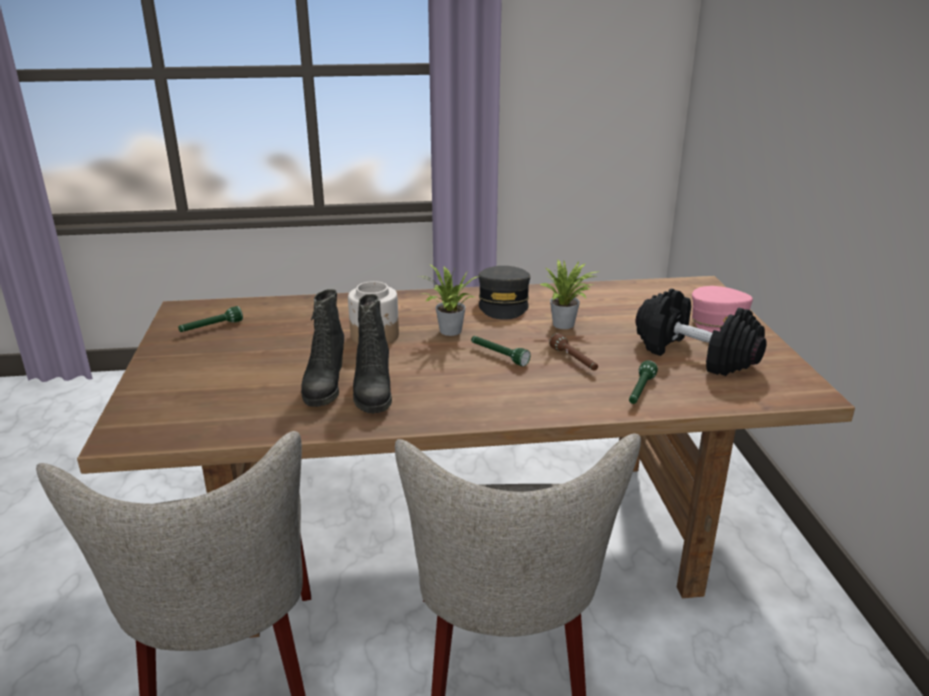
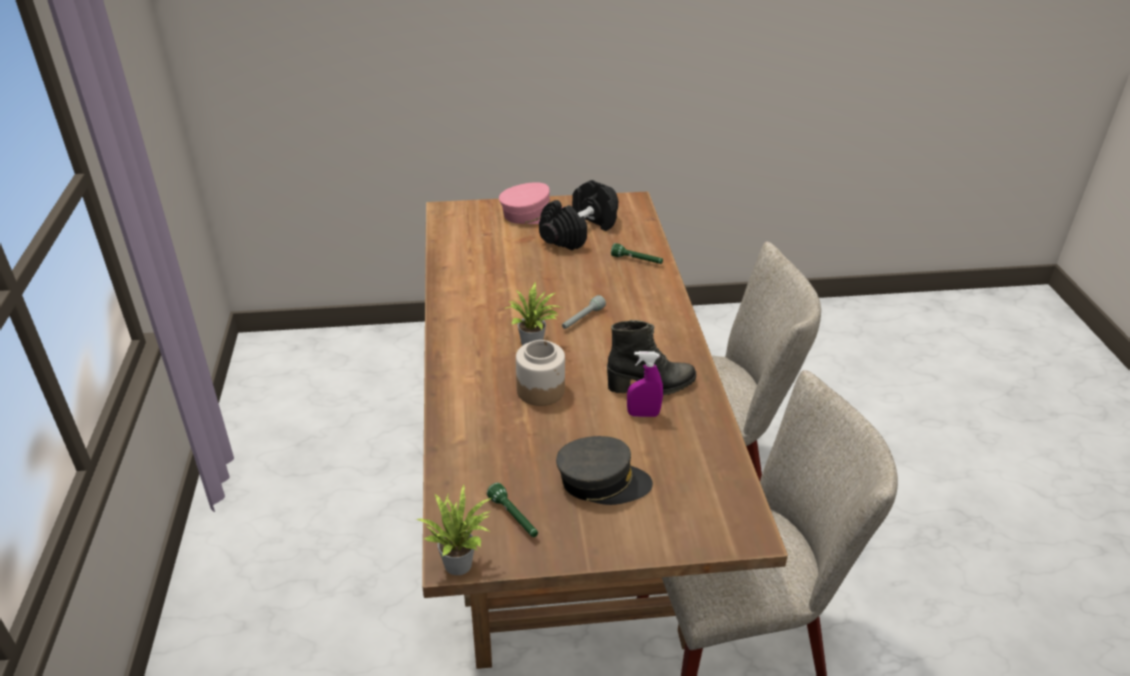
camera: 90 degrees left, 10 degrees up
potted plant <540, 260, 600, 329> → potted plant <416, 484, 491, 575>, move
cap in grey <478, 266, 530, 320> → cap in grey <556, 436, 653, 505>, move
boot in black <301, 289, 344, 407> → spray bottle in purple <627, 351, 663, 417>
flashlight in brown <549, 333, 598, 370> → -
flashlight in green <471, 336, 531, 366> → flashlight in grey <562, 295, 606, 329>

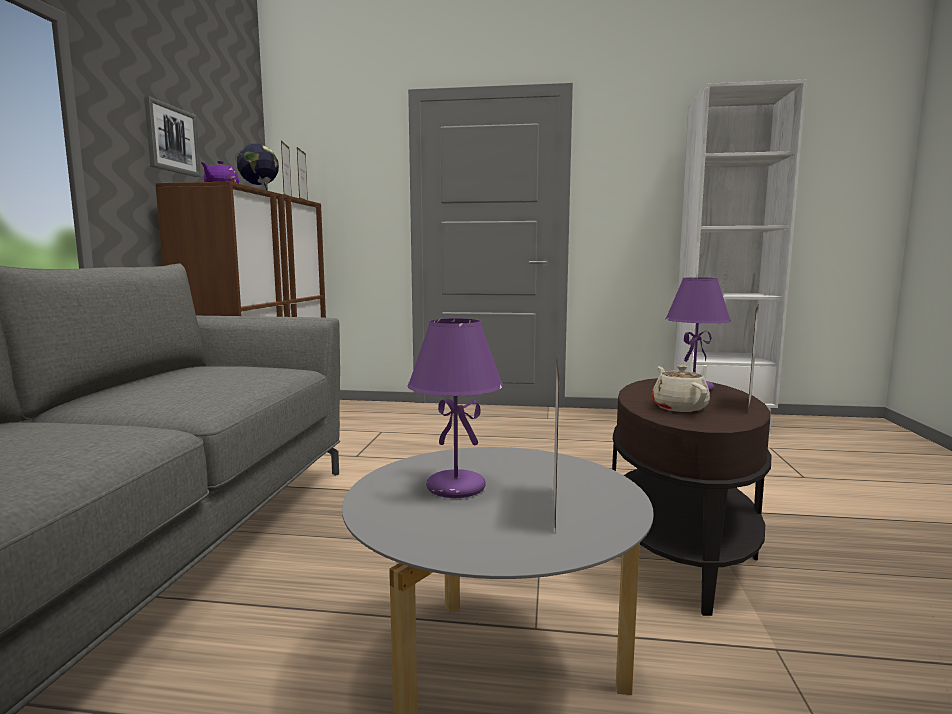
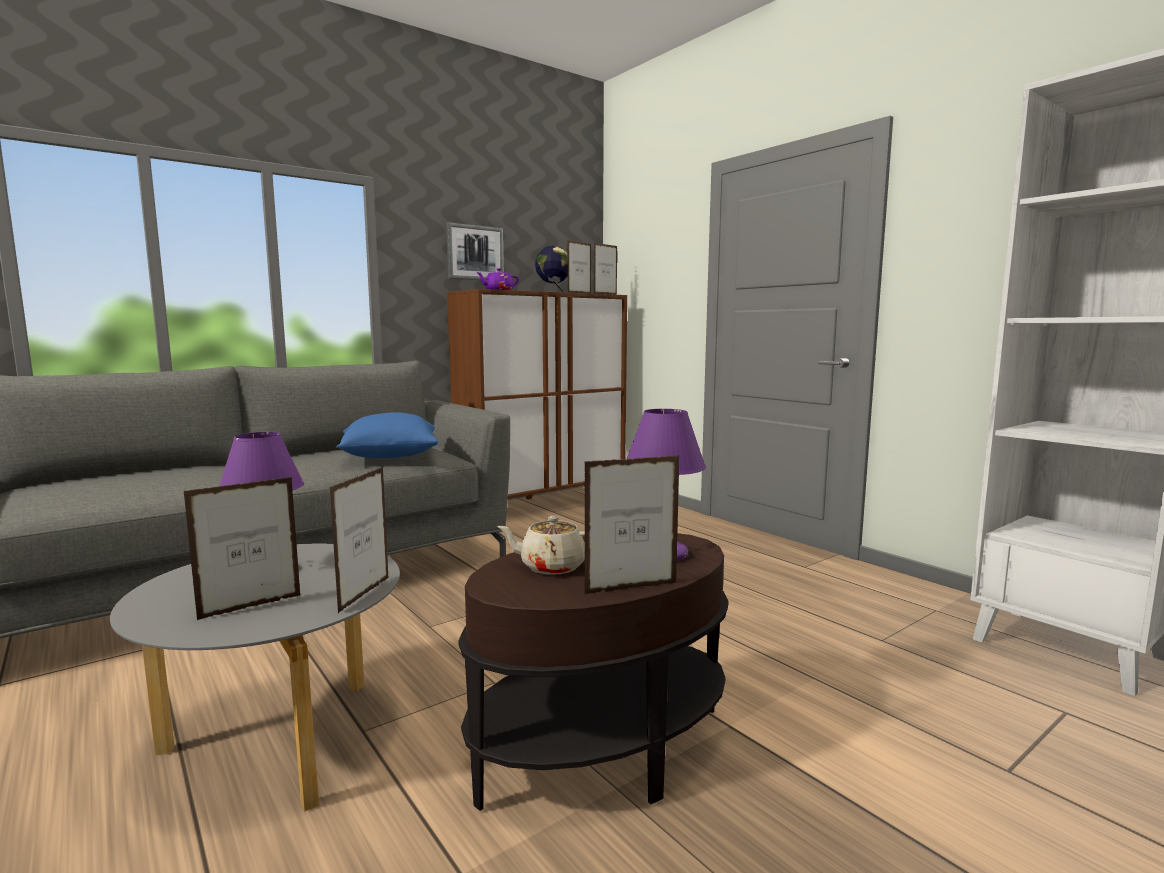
camera: 45 degrees right, 0 degrees up
teapot in beige <652, 365, 710, 412> → teapot in beige <497, 516, 585, 575>, 120 degrees counterclockwise
- → pillow in blue <336, 412, 438, 458>
- → picture frame <330, 467, 389, 613>

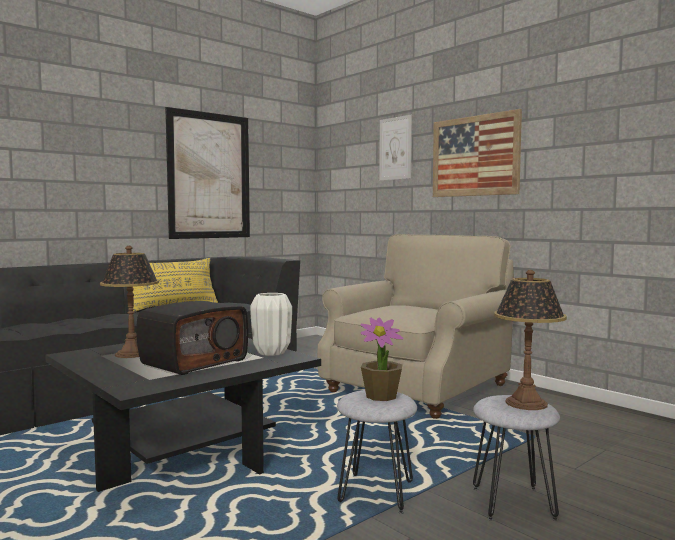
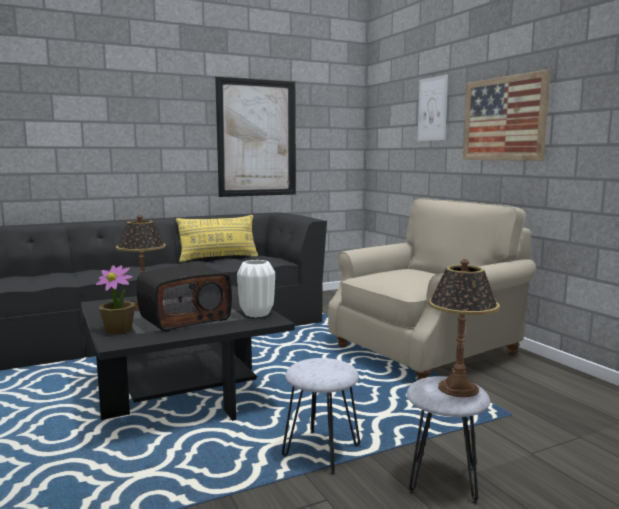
camera: 15 degrees right, 5 degrees up
potted plant <360, 317, 403, 401> → potted plant <96, 265, 135, 334>, move

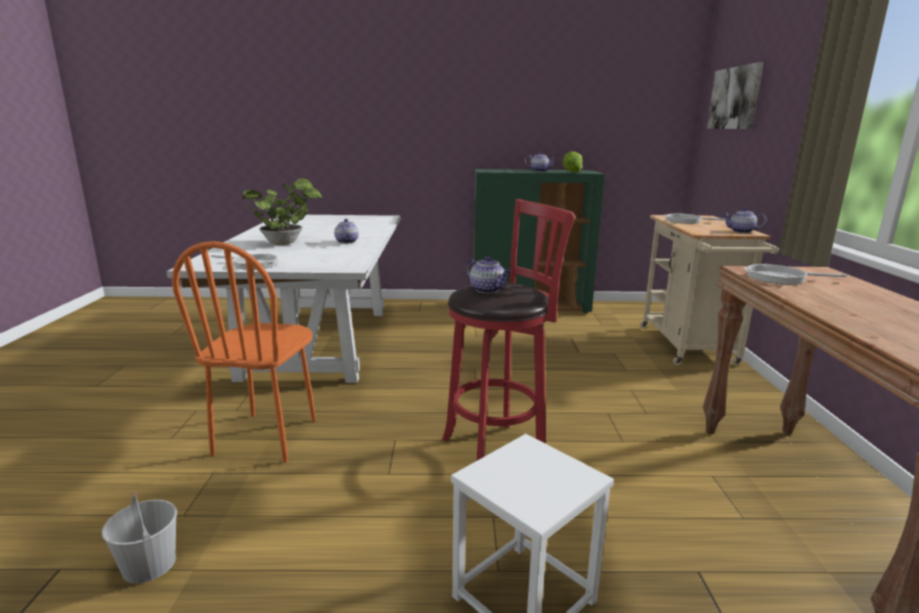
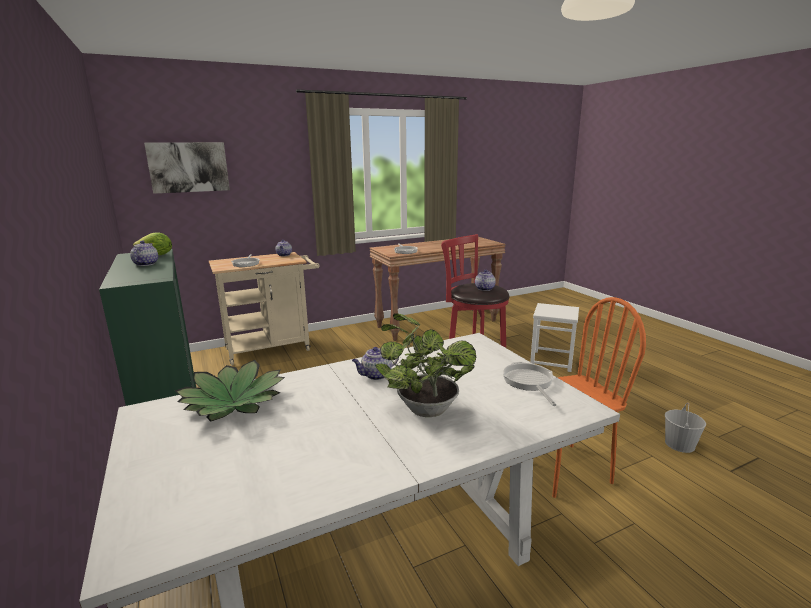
camera: 115 degrees left, 0 degrees up
- → potted plant <175, 360, 285, 422>

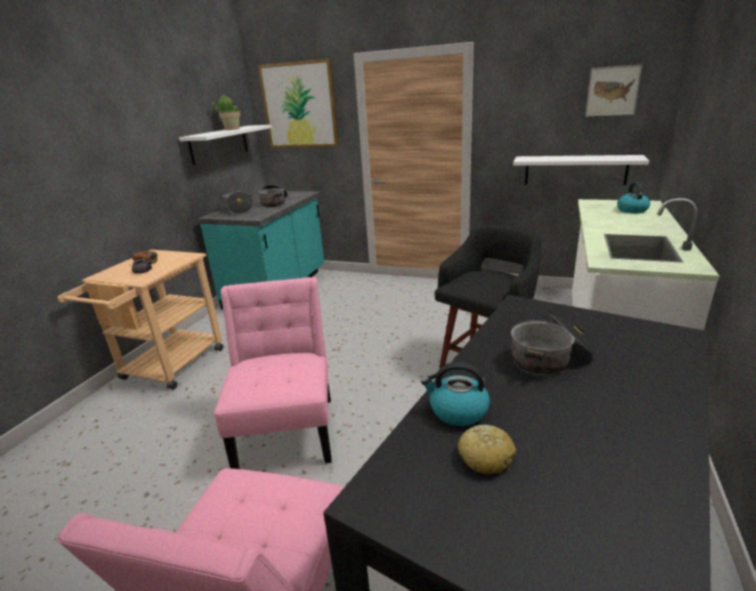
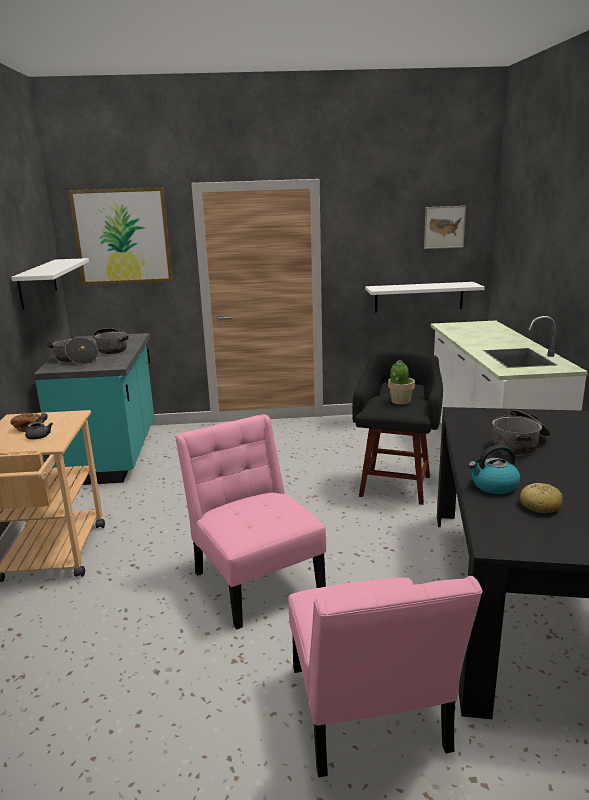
camera: 25 degrees left, 5 degrees down
potted plant <212, 94, 240, 130> → potted plant <388, 360, 415, 405>, move
kettle <617, 182, 650, 213> → -

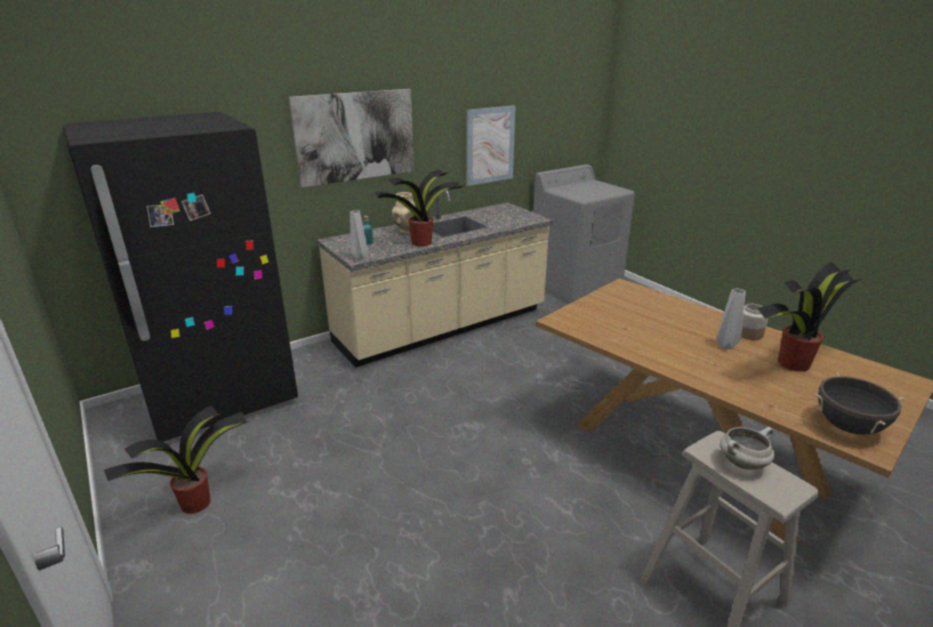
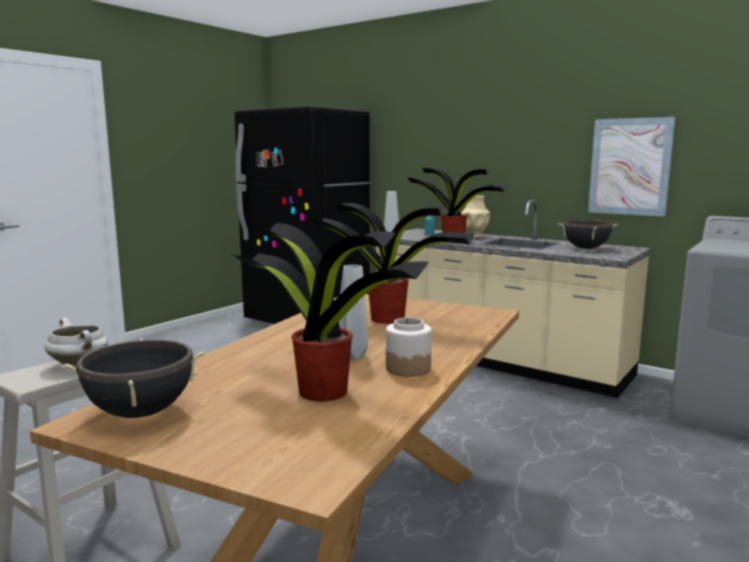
camera: 70 degrees right, 15 degrees down
picture <289, 89, 414, 188> → -
potted plant <104, 405, 250, 514> → potted plant <311, 203, 475, 324>, move
- → cooking pot in black <558, 220, 618, 249>

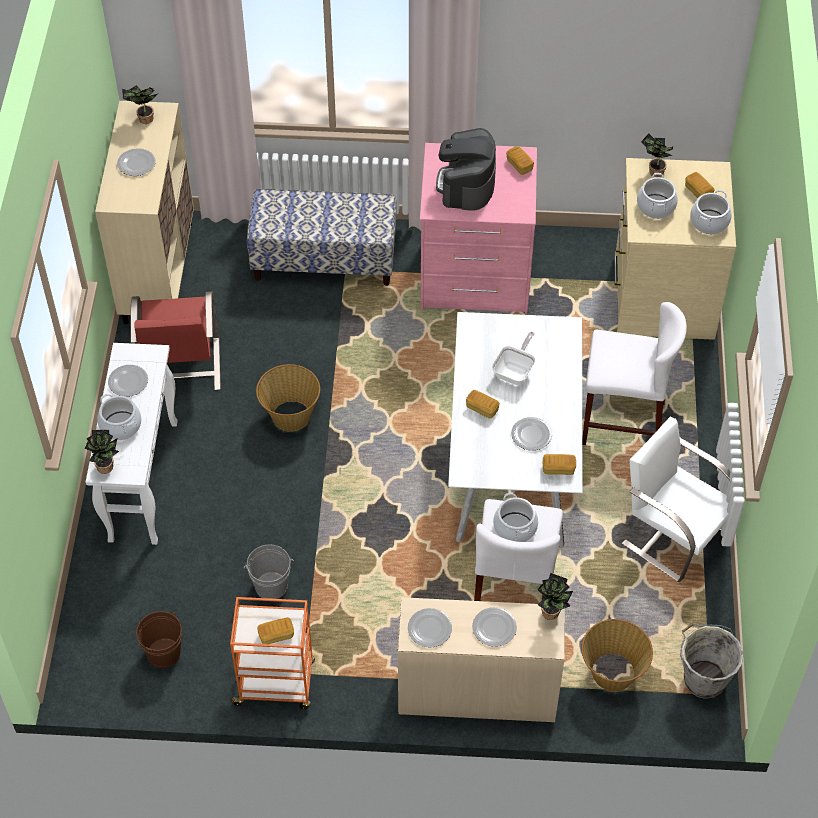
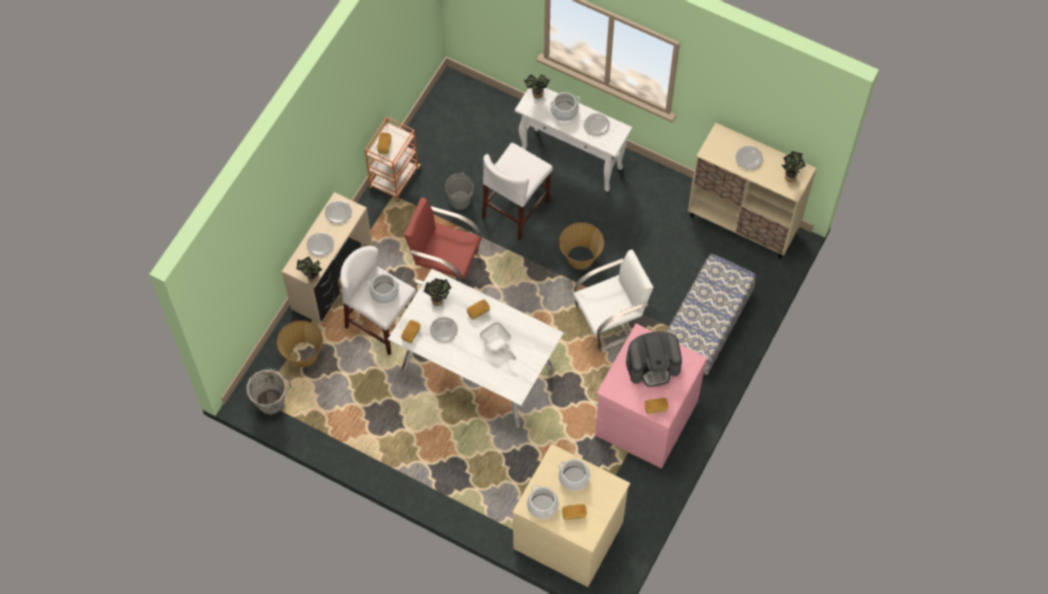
camera: 115 degrees right, 10 degrees up
coffee machine <436, 128, 496, 211> → coffee machine <626, 331, 682, 387>, 135 degrees clockwise
potted plant <641, 133, 673, 177> → potted plant <424, 278, 452, 306>, move
chair in red <131, 291, 221, 390> → chair in red <404, 197, 482, 285>, move
stool in white <582, 302, 687, 445> → stool in white <482, 143, 553, 240>, move
chair in white <622, 417, 731, 582> → chair in white <573, 249, 653, 351>, move
bucket in brown <136, 611, 182, 668> → -

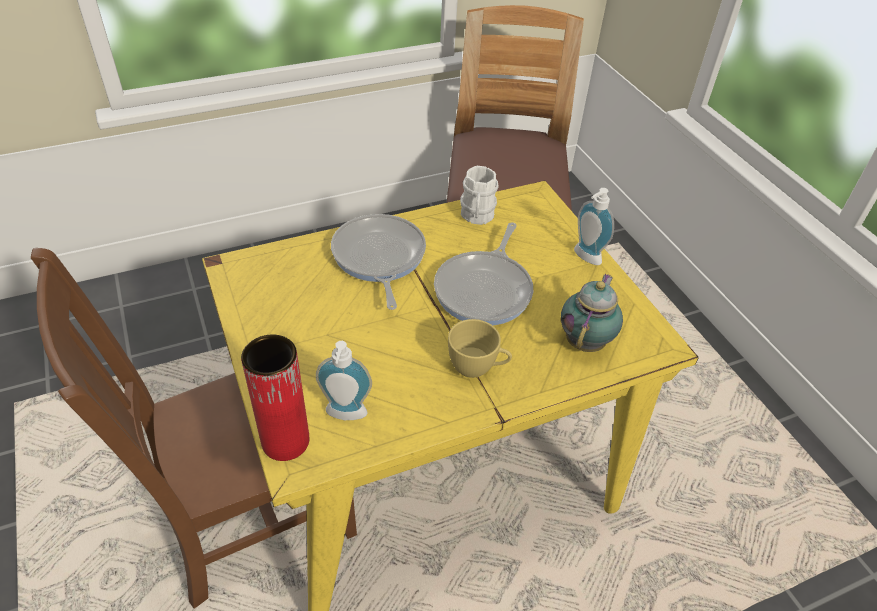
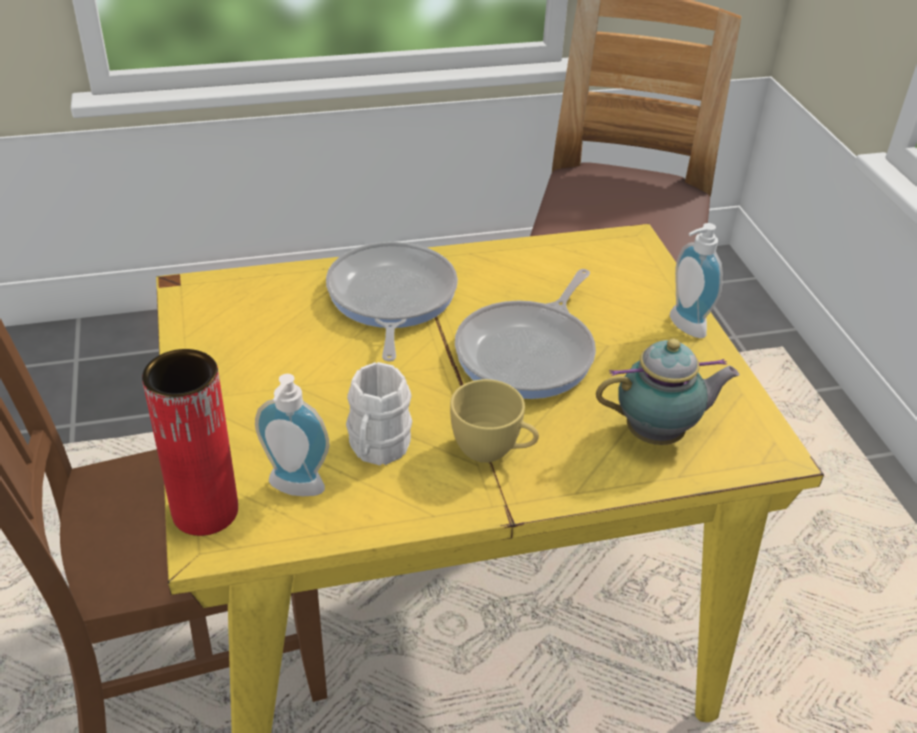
camera: 10 degrees right, 5 degrees down
mug in white <460, 166, 499, 225> → mug in white <346, 362, 412, 465>, move
teapot <561, 273, 623, 352> → teapot <596, 338, 740, 445>, 45 degrees clockwise

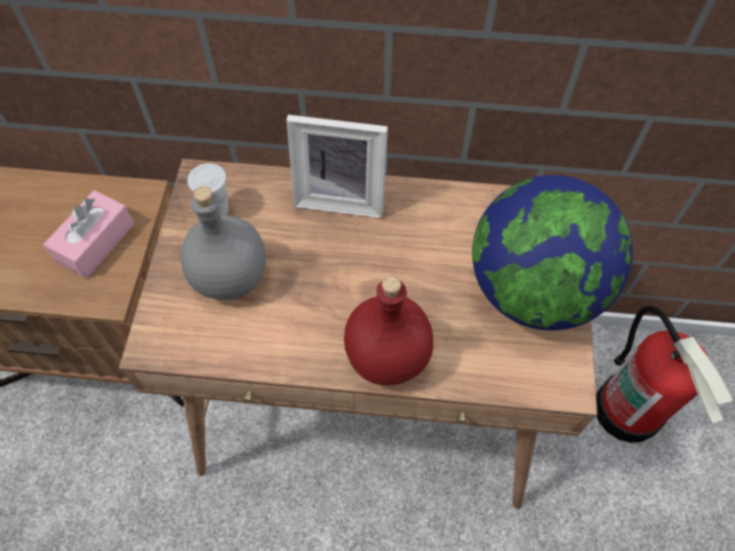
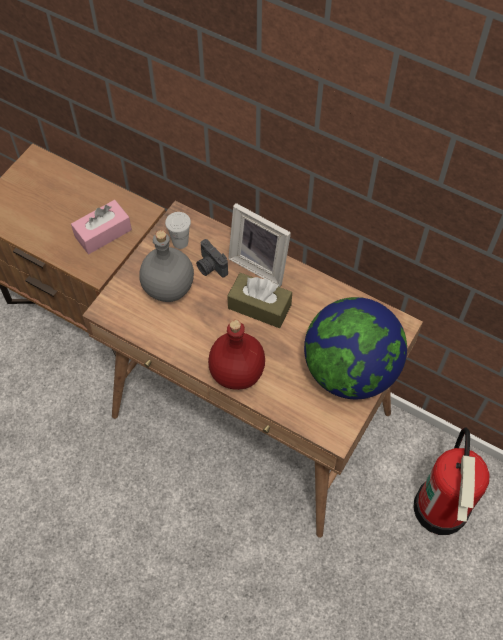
camera: 25 degrees right, 0 degrees up
- → photo camera <196, 239, 228, 277>
- → tissue box in brown <227, 273, 292, 328>

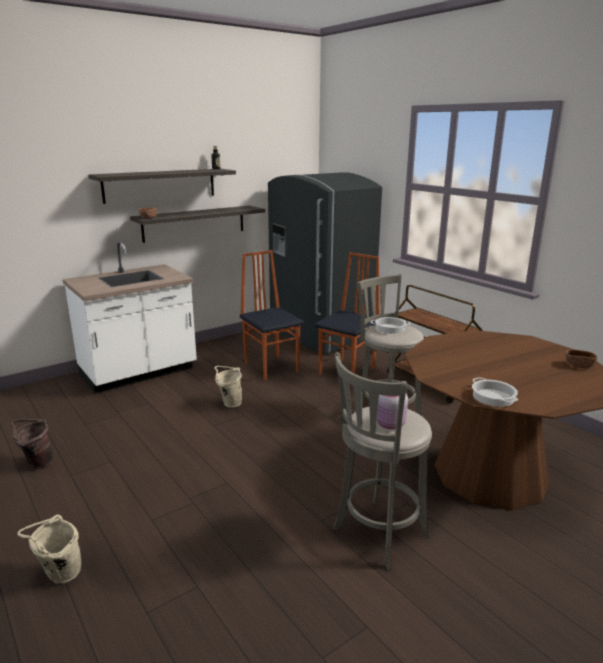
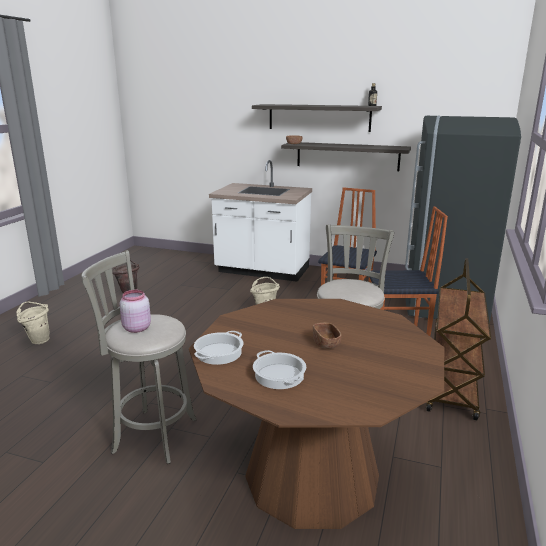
camera: 55 degrees right, 0 degrees up
cooking pot <371, 317, 411, 333> → cooking pot <253, 350, 306, 389>, move
bowl in brown <566, 350, 597, 368> → bowl in brown <313, 323, 341, 349>, move

